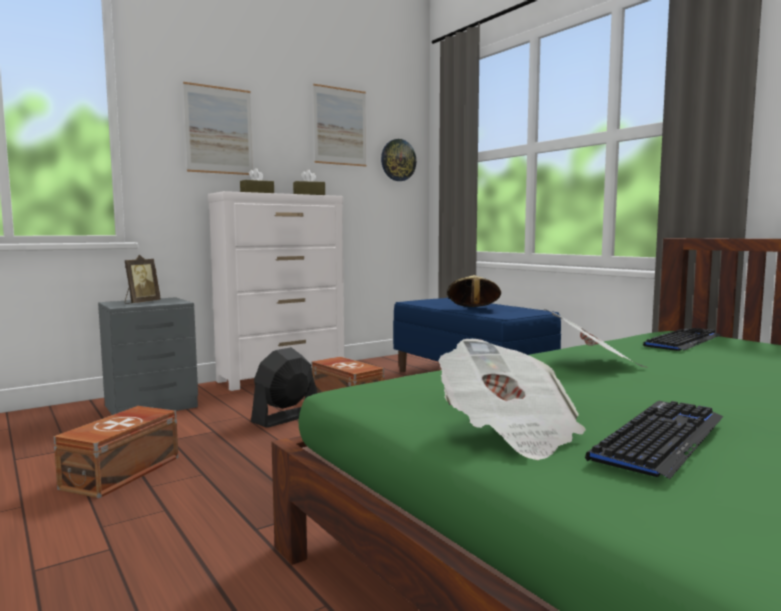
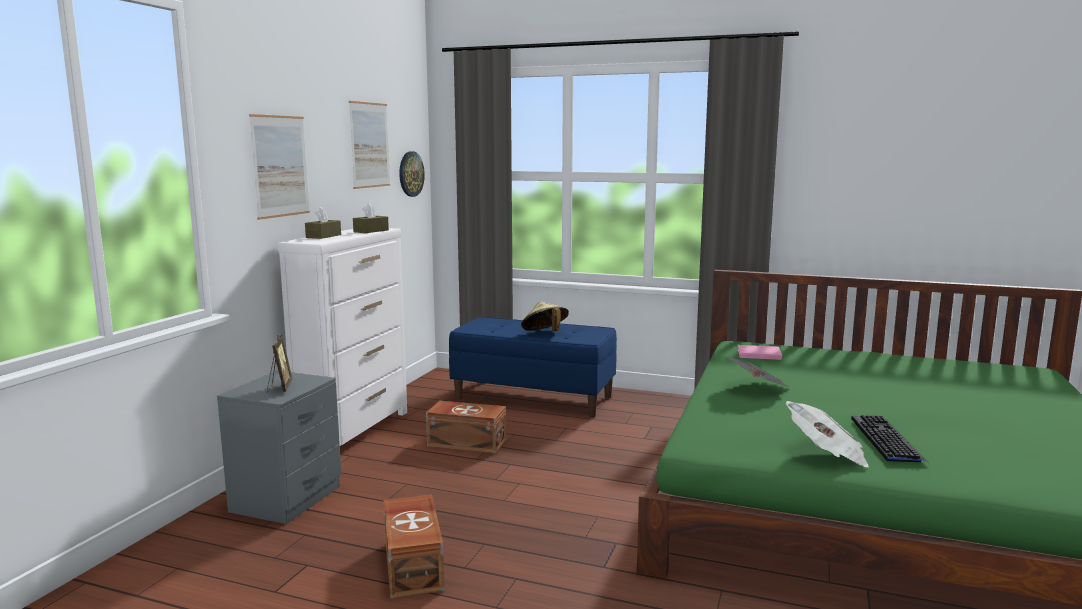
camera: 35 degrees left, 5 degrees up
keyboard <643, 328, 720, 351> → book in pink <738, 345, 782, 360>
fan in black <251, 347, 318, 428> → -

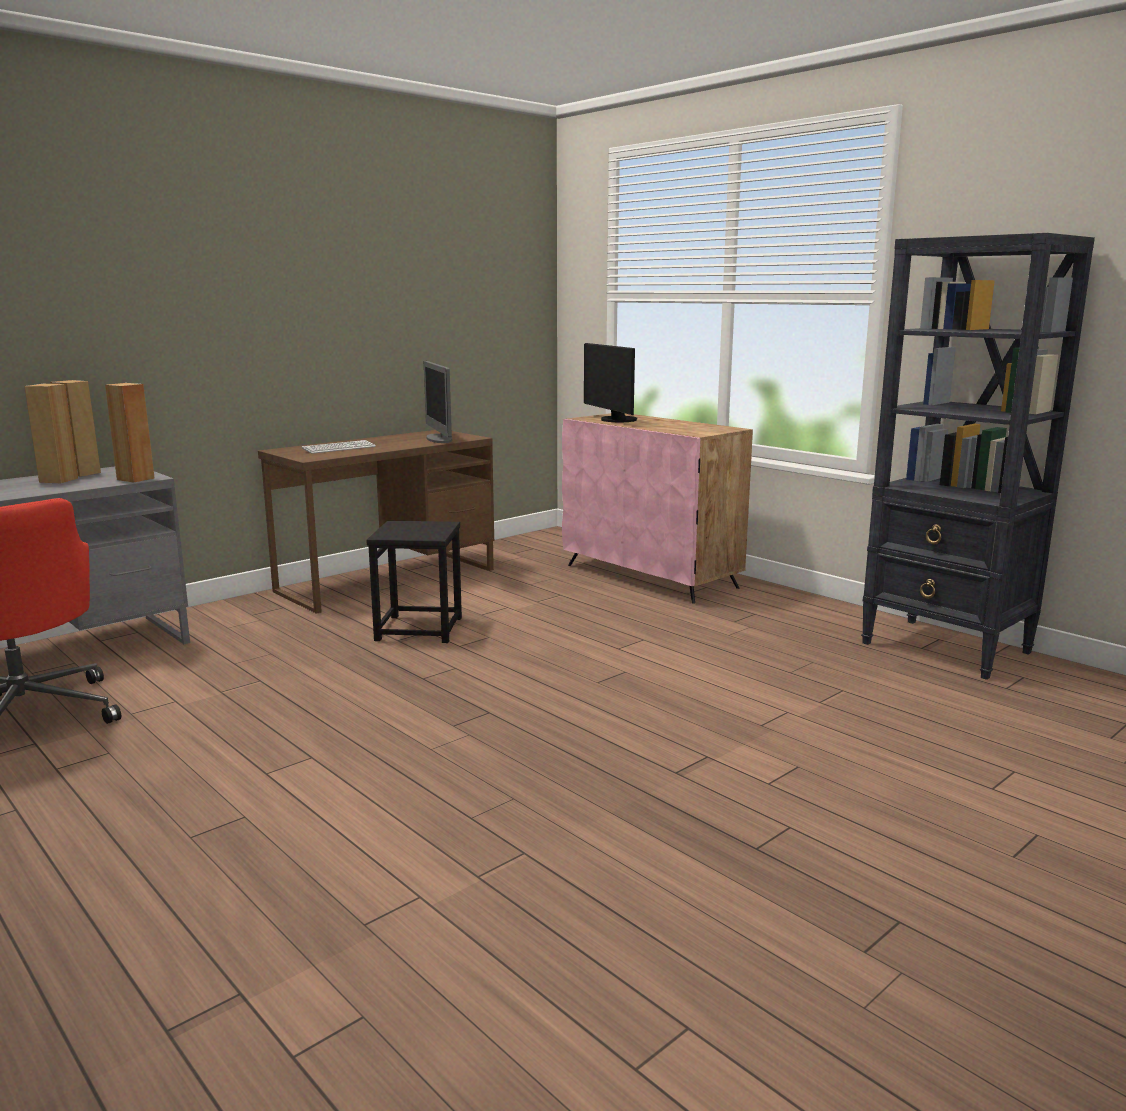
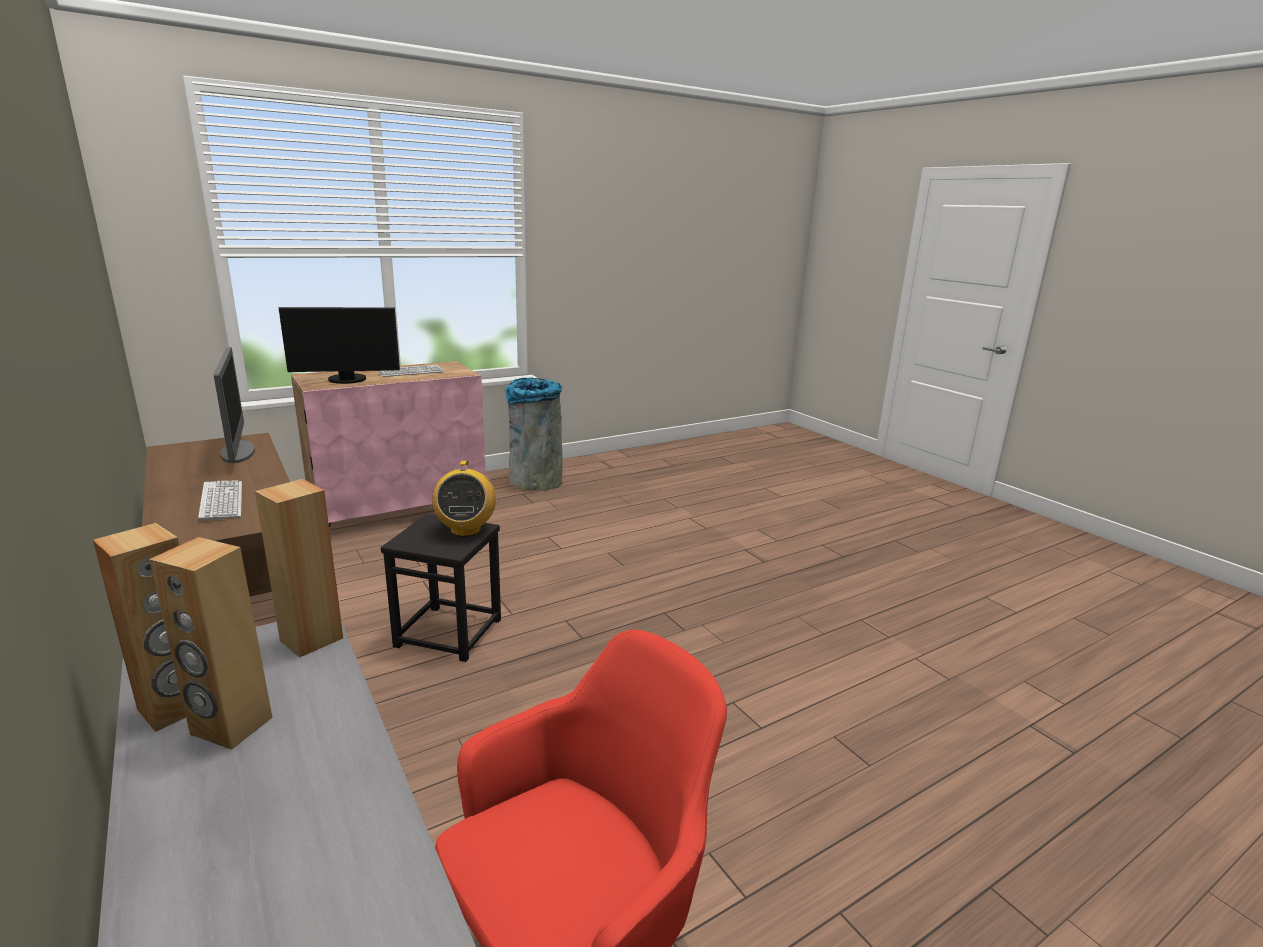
camera: 80 degrees left, 5 degrees up
bookcase in black <861, 233, 1095, 680> → -
monitor <424, 361, 452, 443> → monitor <213, 347, 255, 463>, 105 degrees counterclockwise
- → keyboard <379, 365, 444, 377>
- → trash can in grey <505, 377, 563, 491>
- → radio <432, 461, 496, 537>

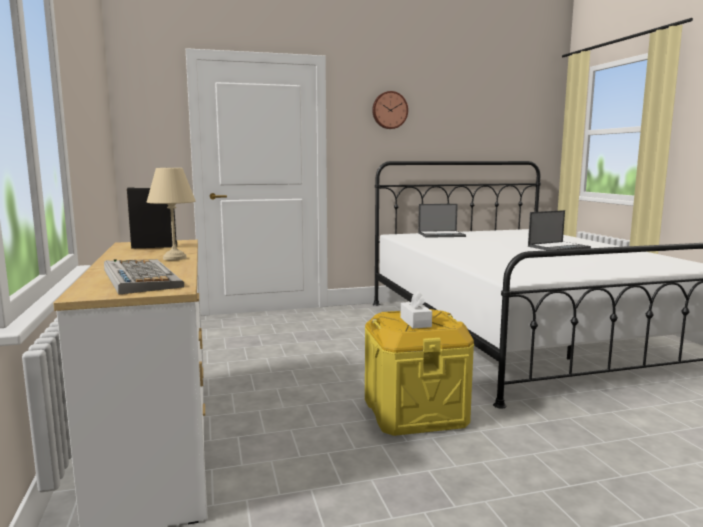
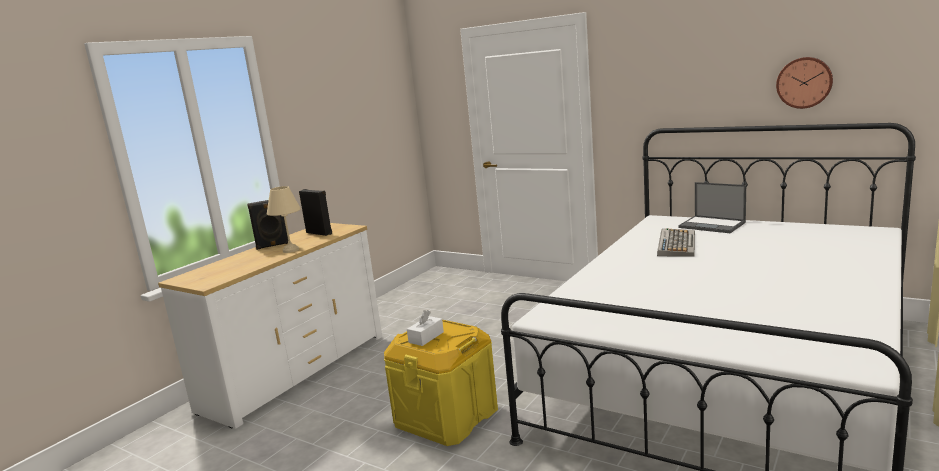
camera: 50 degrees right, 5 degrees up
wall clock <372, 91, 408, 129> → wall clock <776, 57, 833, 109>, move
laptop <528, 210, 591, 250> → -
keyboard <104, 259, 184, 295> → keyboard <657, 228, 695, 257>, move
- → speaker in black <247, 200, 288, 250>

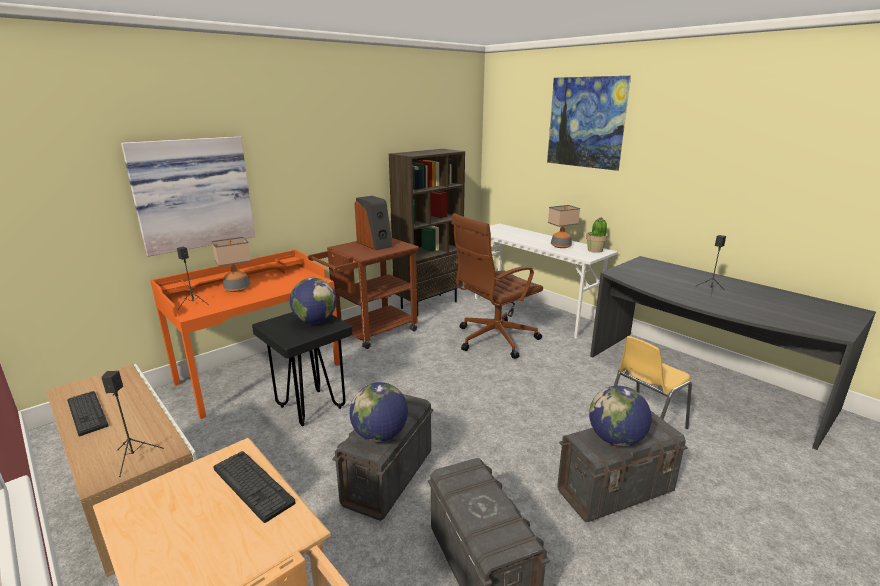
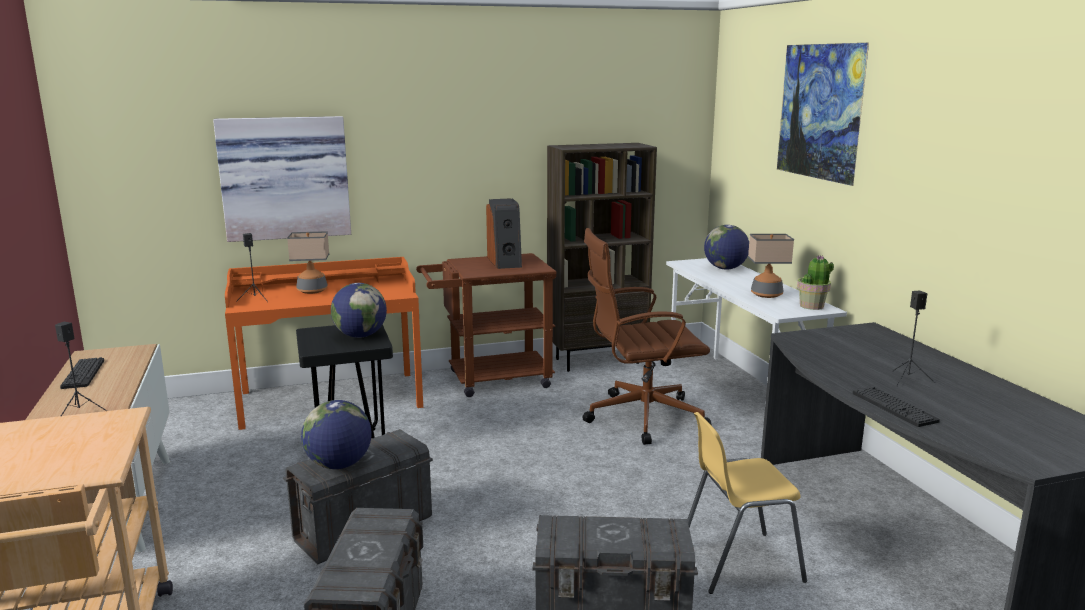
camera: 25 degrees right, 5 degrees down
globe <589, 386, 652, 446> → globe <704, 225, 749, 270>, move
keyboard <213, 451, 296, 523> → keyboard <852, 386, 940, 427>, move

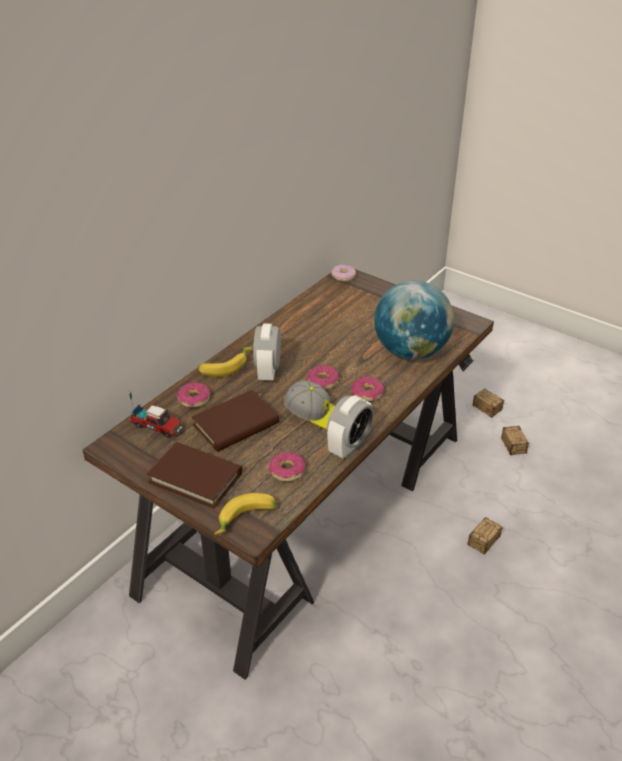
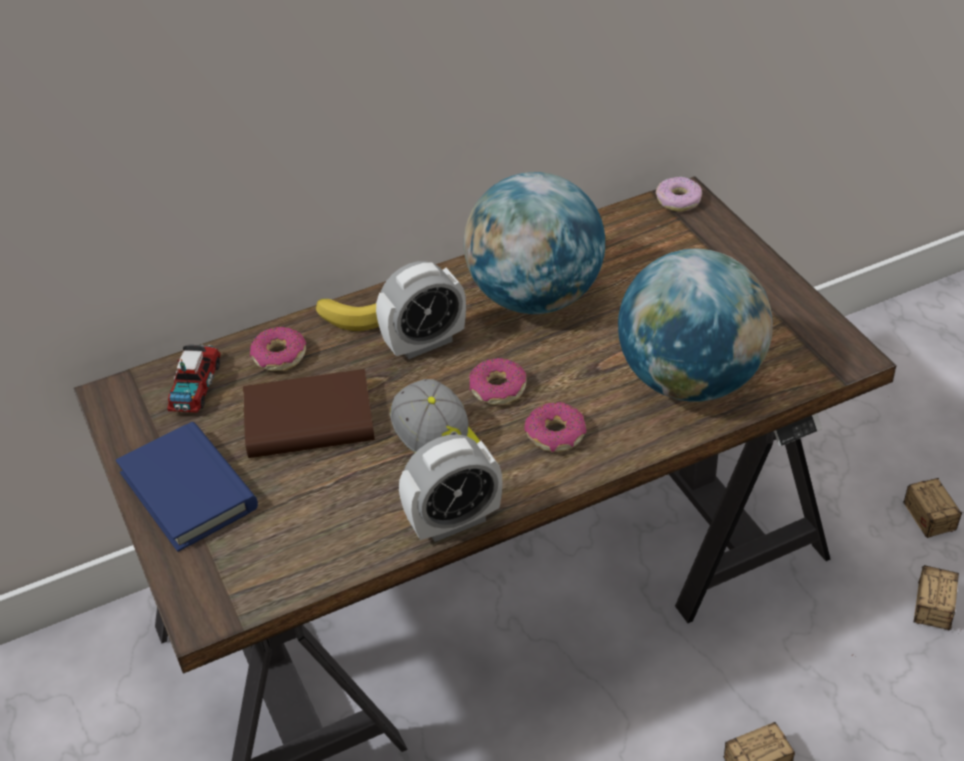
camera: 30 degrees right, 5 degrees up
alarm clock <253, 323, 281, 381> → alarm clock <376, 261, 466, 359>, 150 degrees counterclockwise
toy truck <129, 391, 183, 438> → toy truck <167, 345, 221, 413>, 135 degrees counterclockwise
book in brown <147, 442, 242, 508> → book in blue <116, 422, 258, 552>
donut <269, 452, 306, 482> → -
banana <214, 493, 277, 535> → -
- → globe <464, 172, 605, 314>

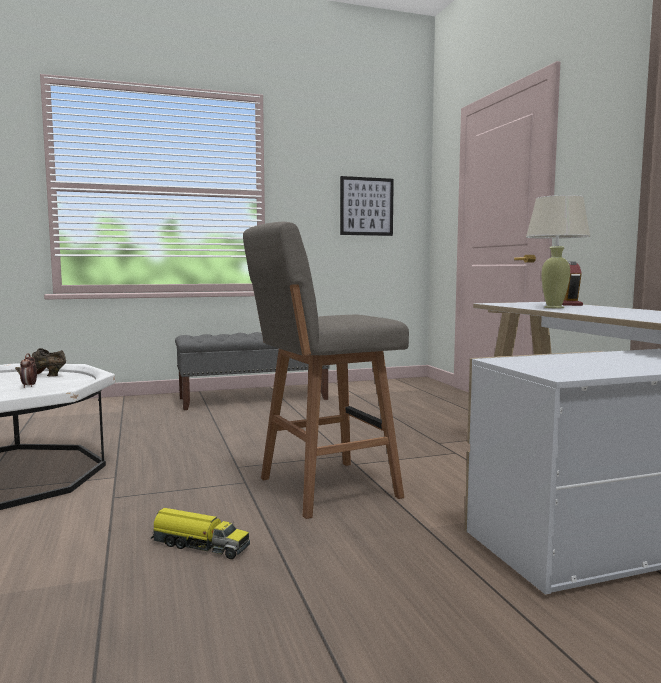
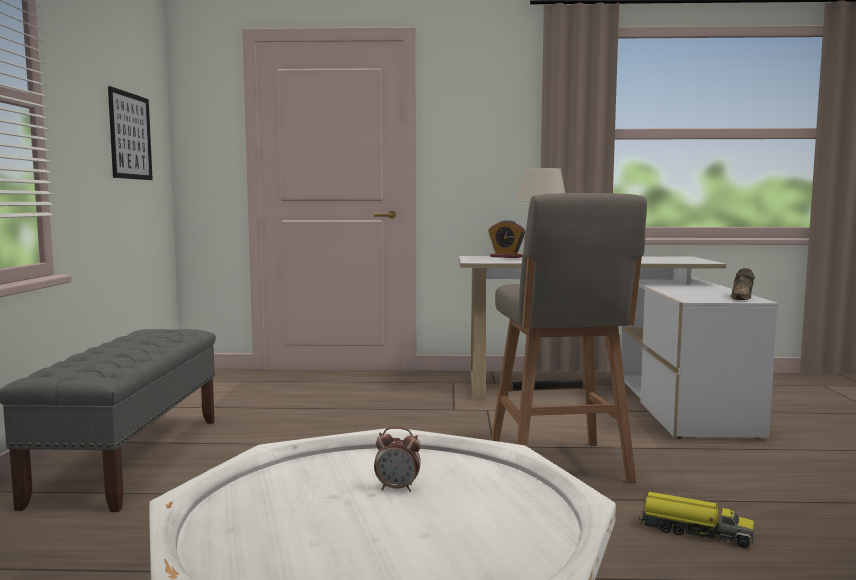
camera: 70 degrees left, 0 degrees up
shoe in brown <15, 348, 66, 376> → shoe in brown <730, 268, 755, 300>, move
toy truck <151, 508, 250, 559> → toy truck <641, 492, 754, 548>, 75 degrees clockwise

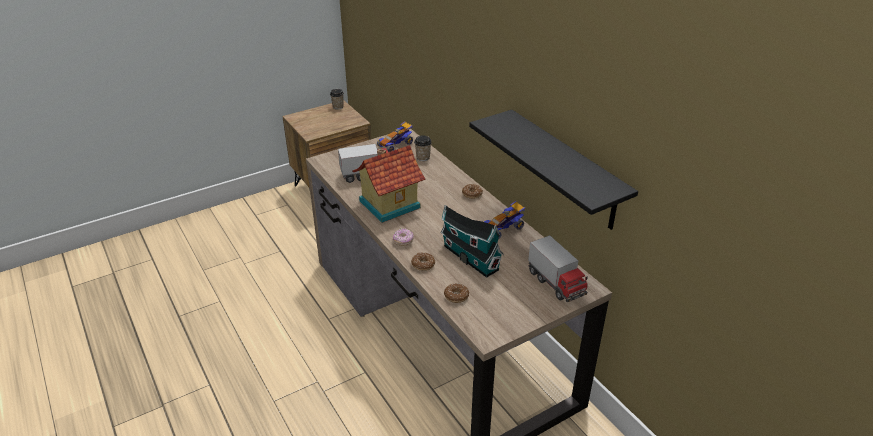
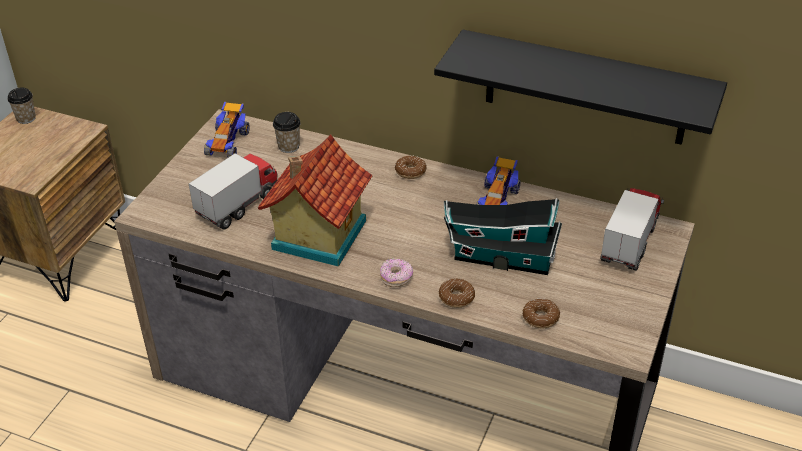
camera: 35 degrees left, 5 degrees up
toy truck <528, 235, 588, 302> → toy truck <600, 188, 664, 271>, 90 degrees counterclockwise

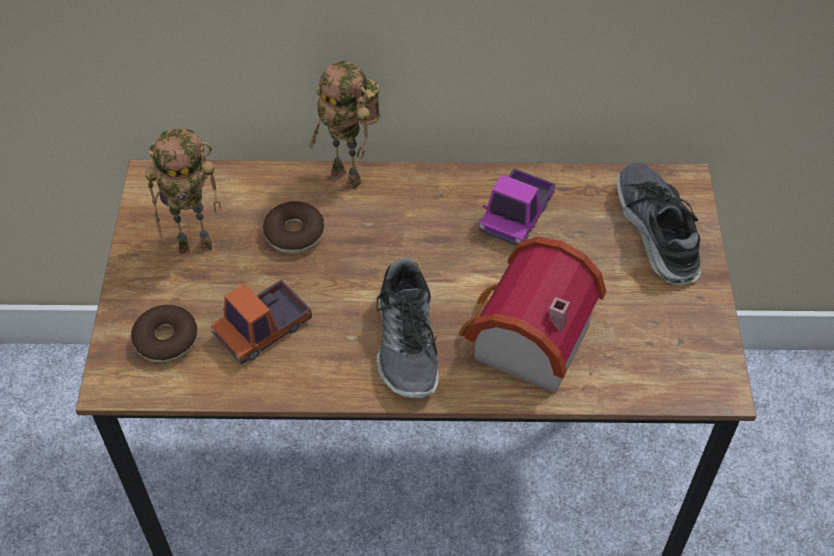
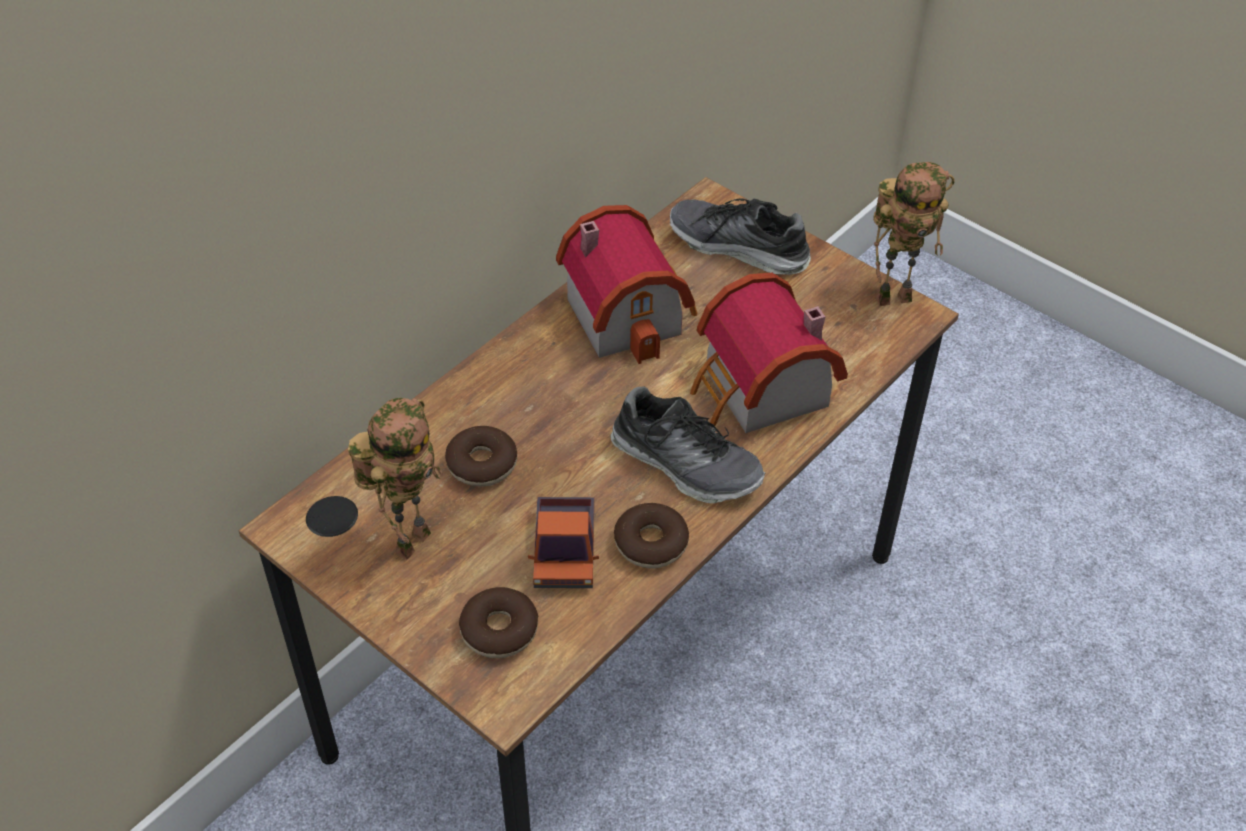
camera: 50 degrees left, 5 degrees down
toy robot <309, 61, 380, 189> → toy robot <873, 162, 955, 306>, move
toy truck <479, 168, 556, 246> → toy house <556, 205, 697, 364>
- → donut <614, 503, 689, 569>

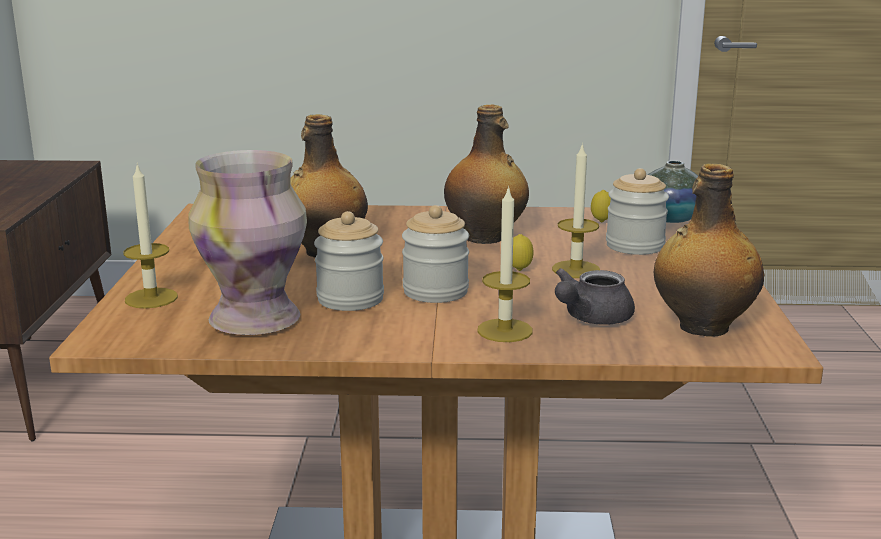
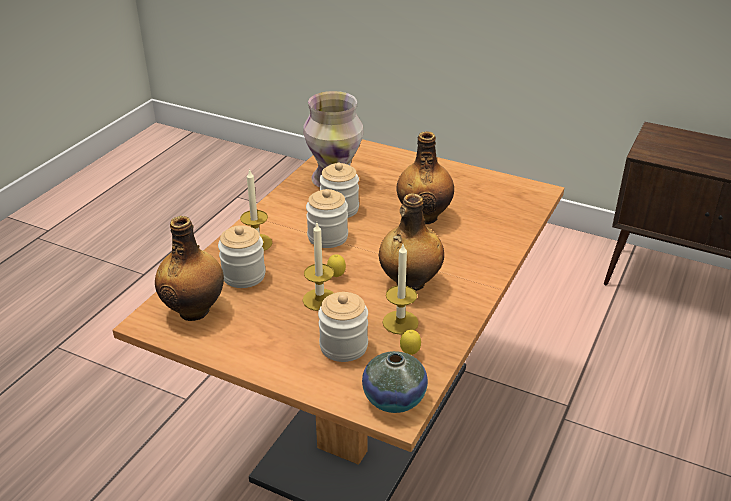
camera: 115 degrees right, 15 degrees up
candle <123, 163, 178, 308> → candle <383, 244, 419, 335>, move
teapot in grey <555, 268, 635, 325> → jar <218, 225, 266, 288>

